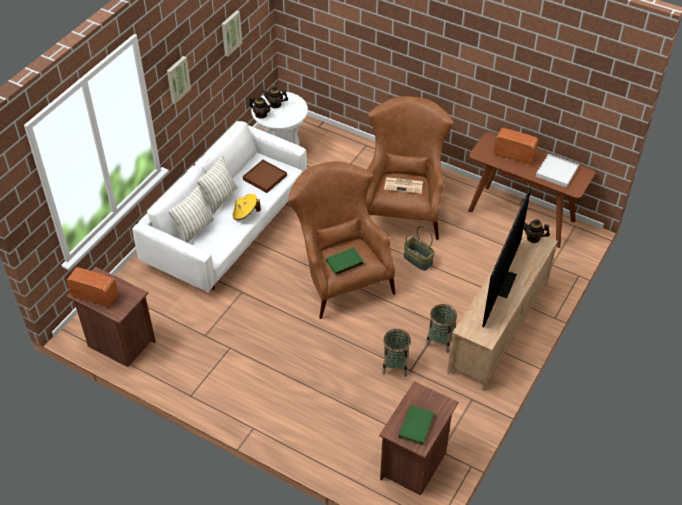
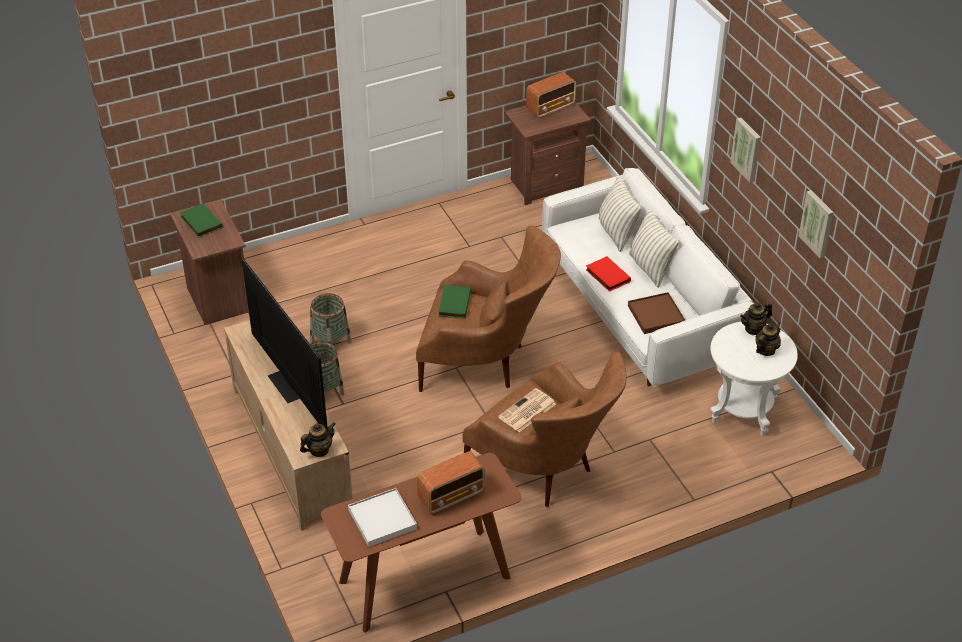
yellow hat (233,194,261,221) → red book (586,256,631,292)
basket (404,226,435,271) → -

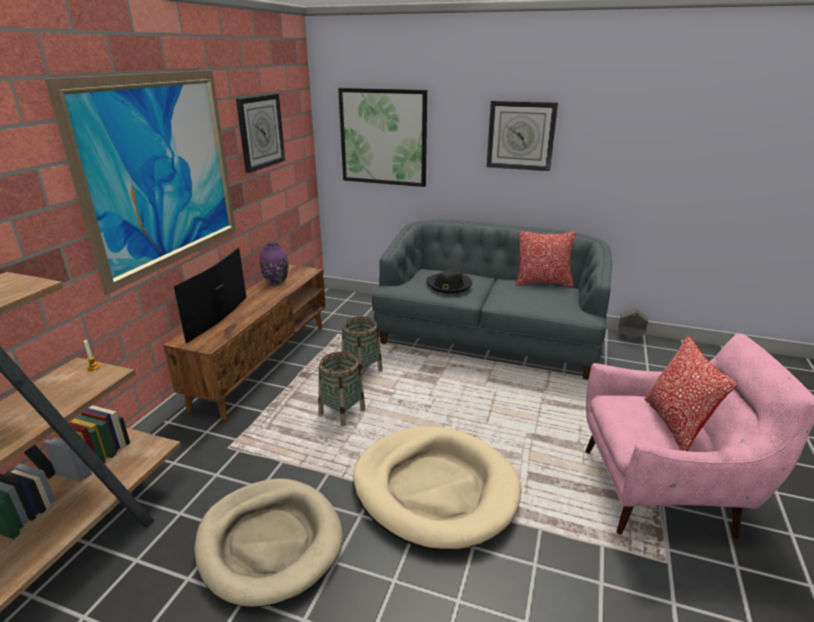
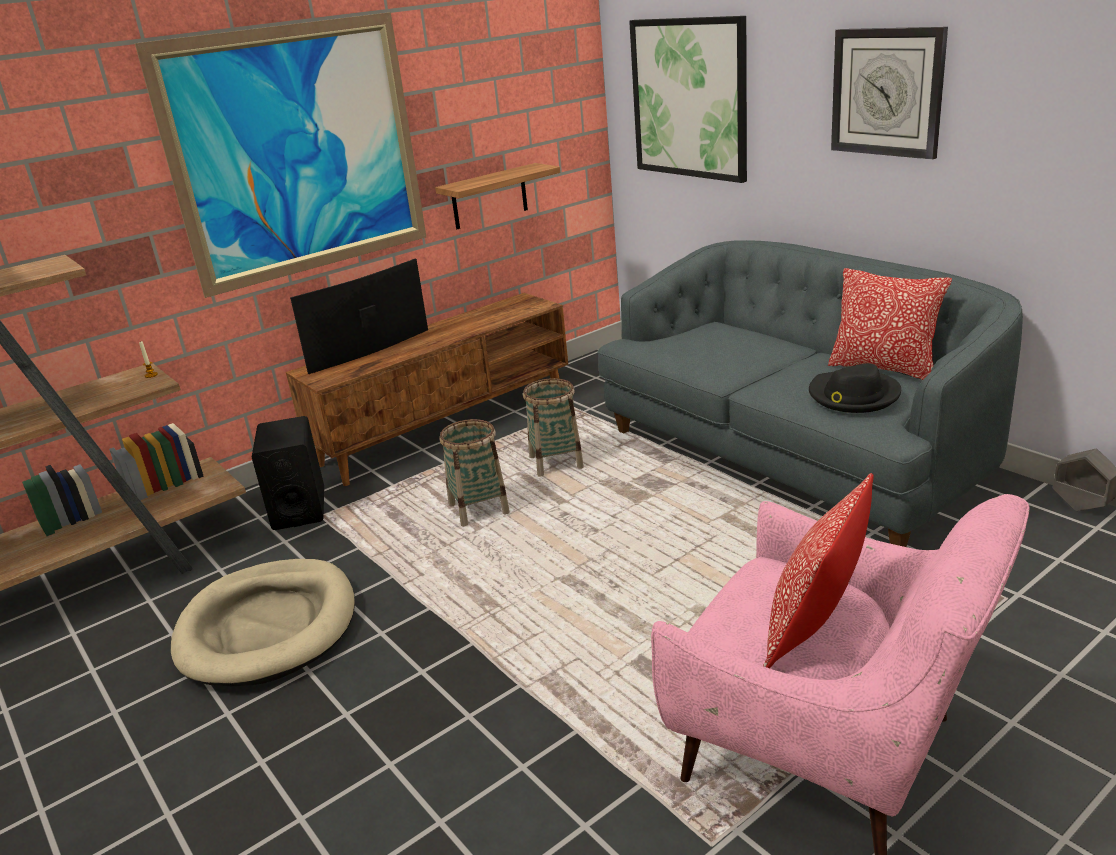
wall clock (236,94,285,173) → -
purple vase (260,243,289,284) → -
beige dog bed (353,426,521,550) → -
black hat (427,268,472,294) → black hat (809,363,901,413), moved
- → black speaker (252,416,324,530)
- → shelf (435,163,560,229)

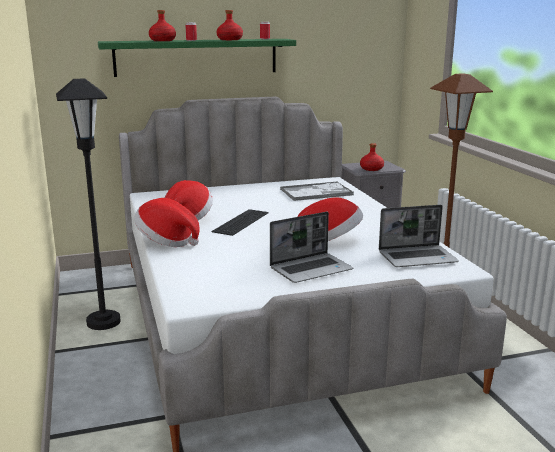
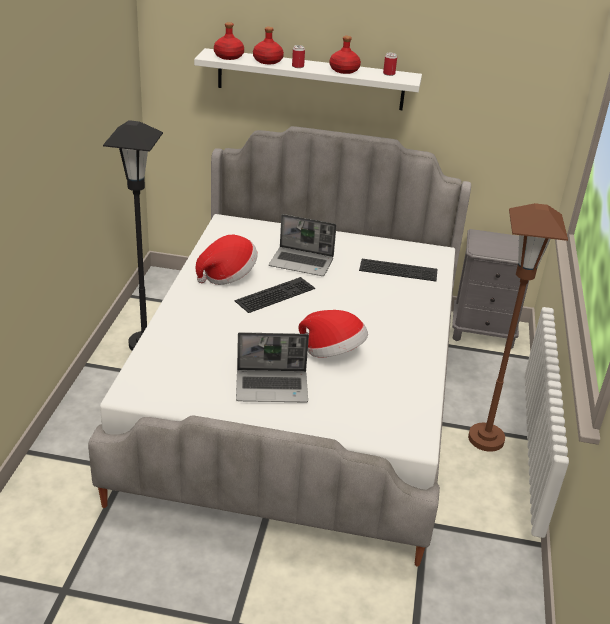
green shelf (98,39,296,77) → white shelf (194,48,422,110)
hat (134,198,200,247) → -
tray (280,181,354,201) → keyboard (359,259,437,281)
red bottle (360,143,384,171) → red bottle (214,22,244,60), moved
laptop (379,205,459,267) → laptop (269,214,337,276), moved

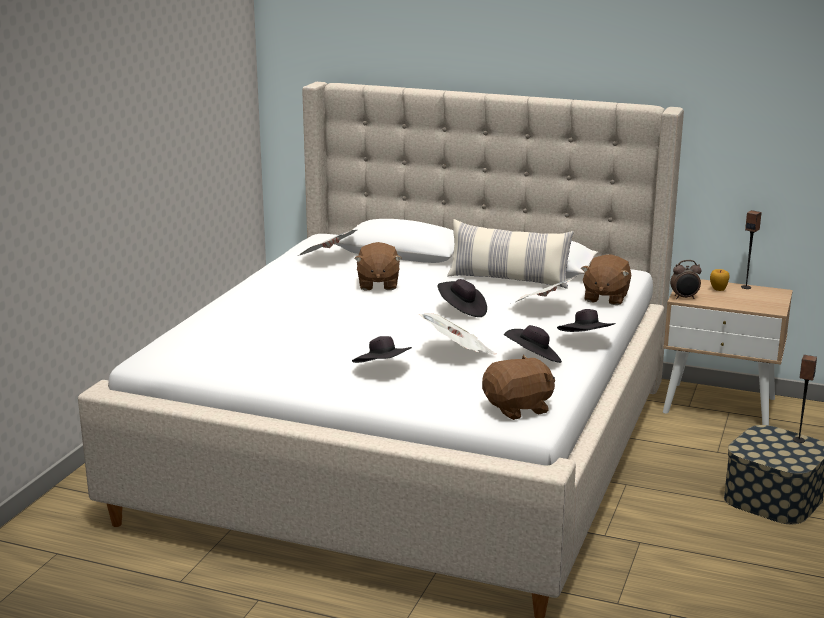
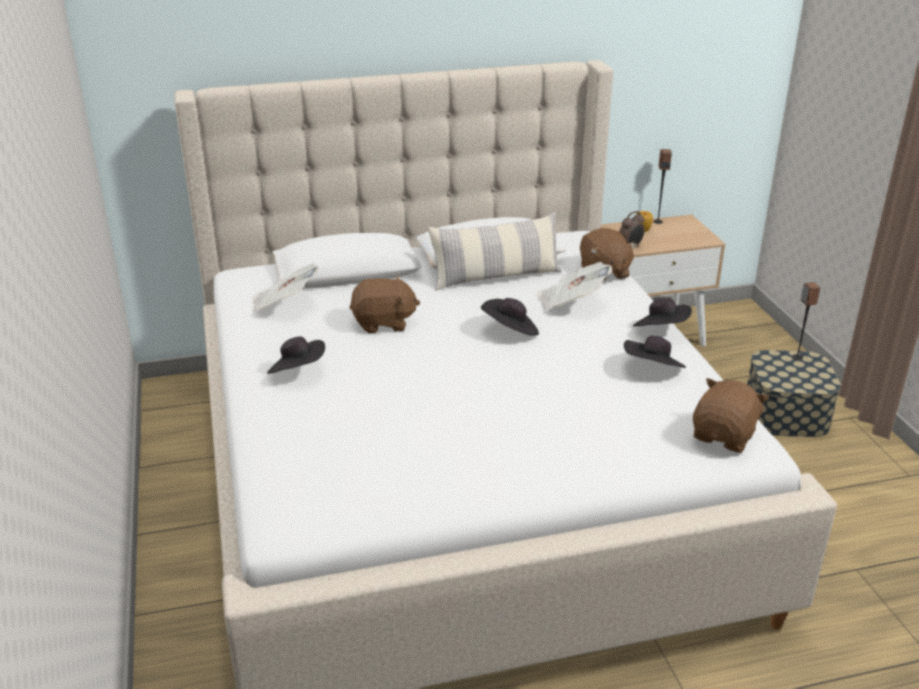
black hat (352,336,412,363) → black hat (267,336,325,374), moved
brown plush toy (354,242,402,290) → brown plush toy (349,275,420,333), 60 degrees counterclockwise
newspaper (419,313,496,354) → -

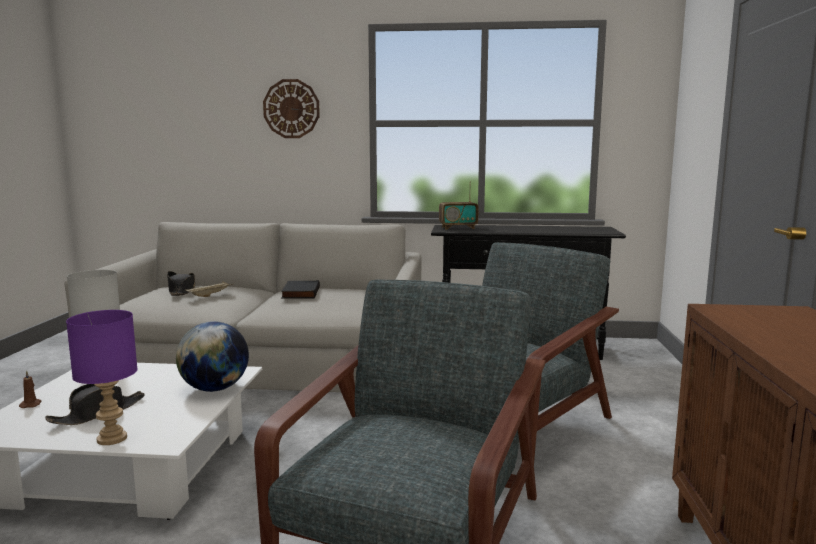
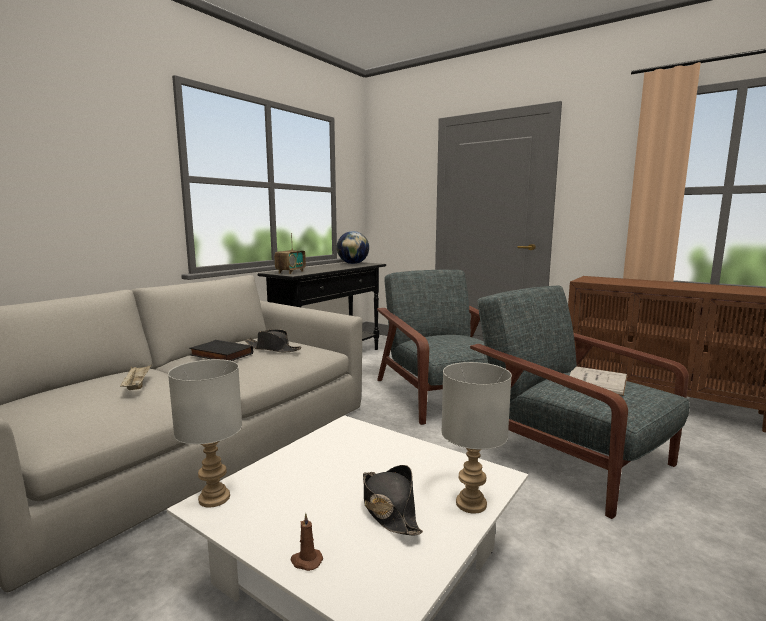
purple table lamp (66,310,138,445) → grey table lamp (441,362,512,514)
black hat (167,271,195,296) → black hat (245,329,302,353), moved
globe (176,321,249,392) → globe (337,231,369,264), moved
wall clock (263,79,320,138) → -
- → white book (570,366,627,396)

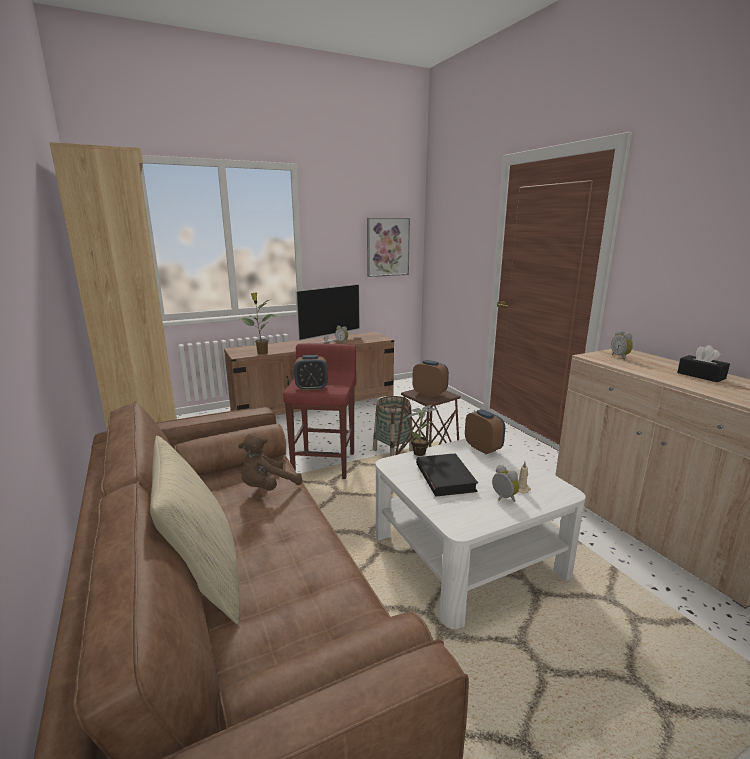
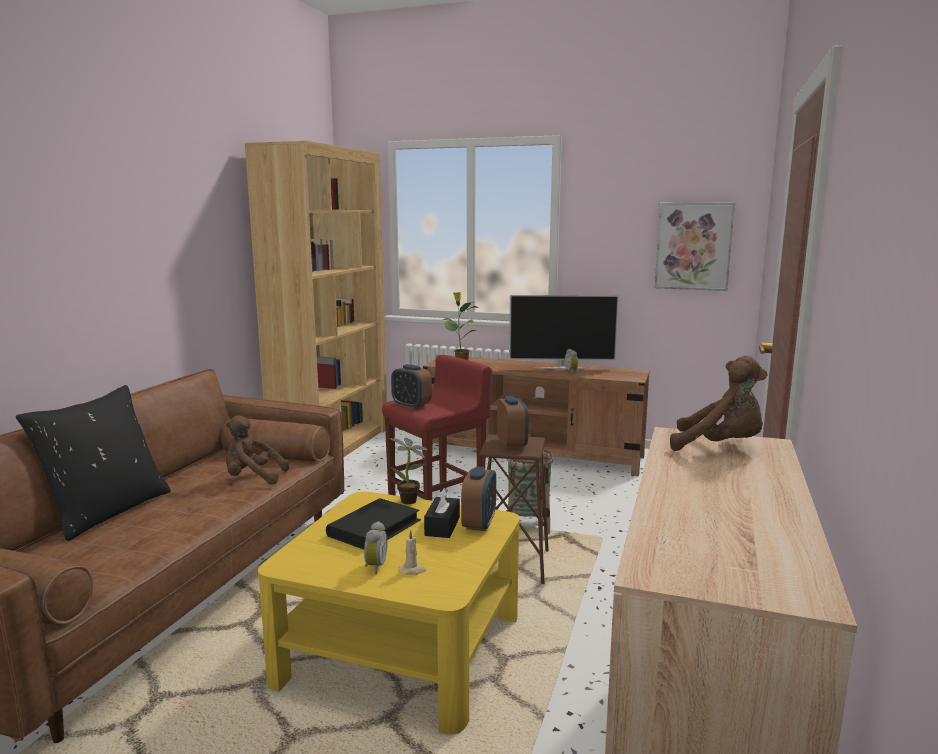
beige pillow (150,436,240,624) → black pillow (16,385,171,541)
white coffee table (375,439,586,629) → yellow coffee table (258,492,520,735)
alarm clock (611,330,633,359) → brown plush toy (670,356,768,451)
black tissue box (677,345,730,382) → black tissue box (424,488,460,538), moved

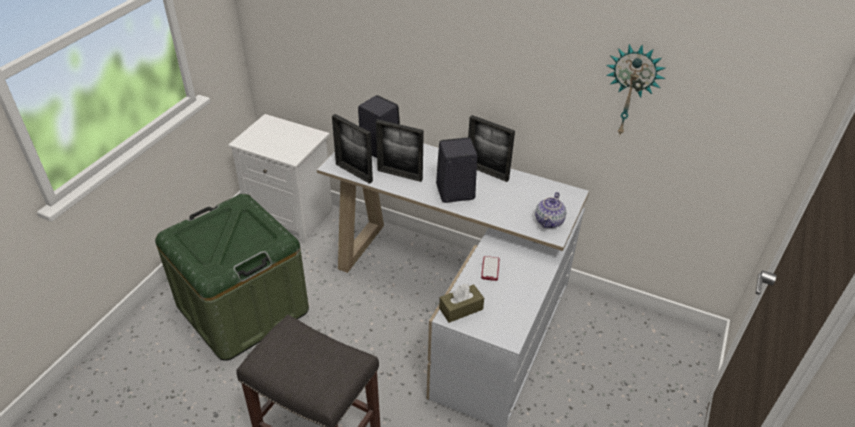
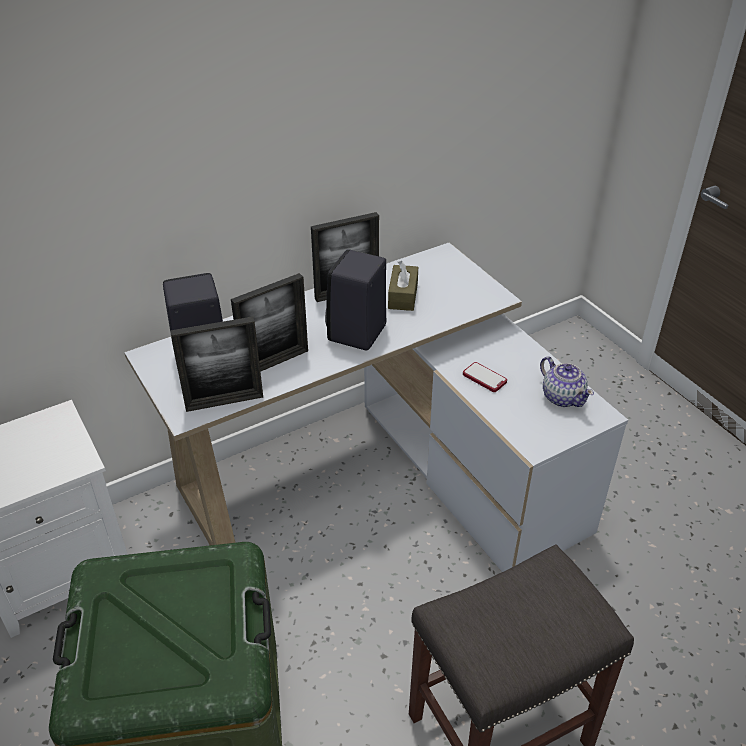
brown tissue box (439,284,484,323) → brown tissue box (388,261,418,311), moved
teapot (535,192,567,228) → teapot (540,356,594,407), moved
wall clock (606,44,665,136) → -

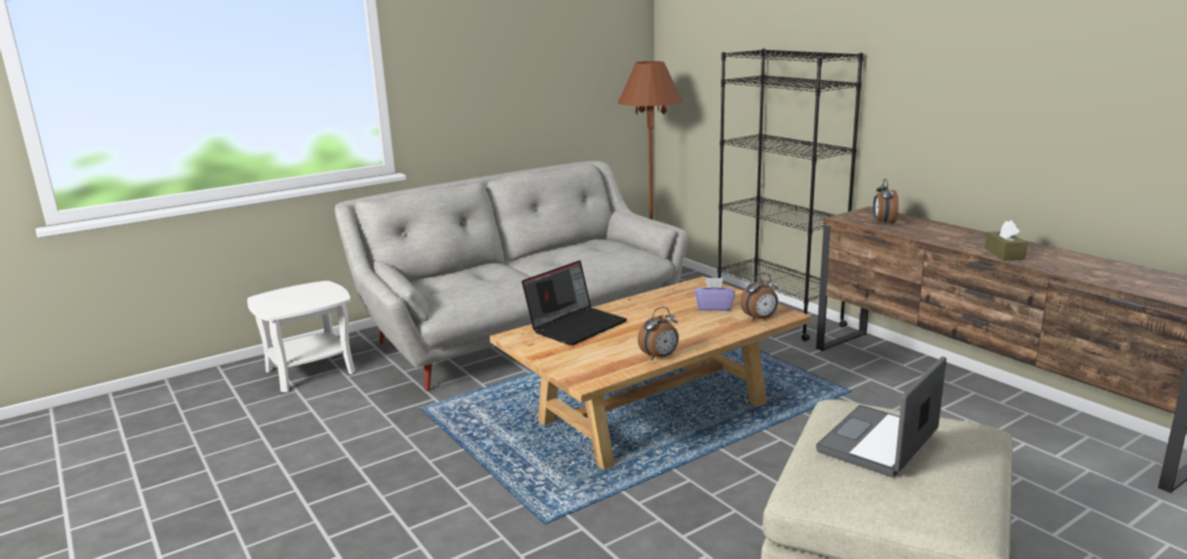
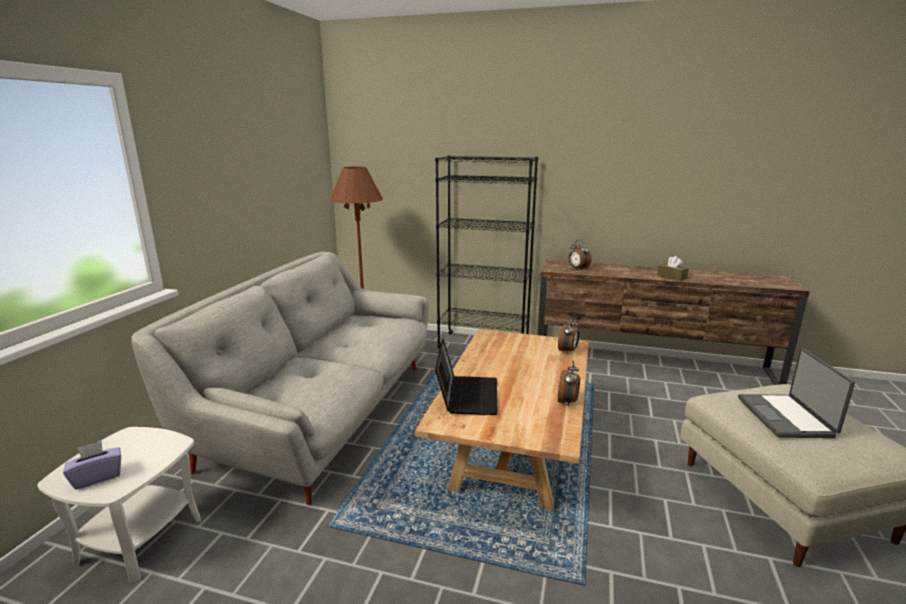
purple tissue box (694,278,735,311) → purple tissue box (63,441,121,489), moved

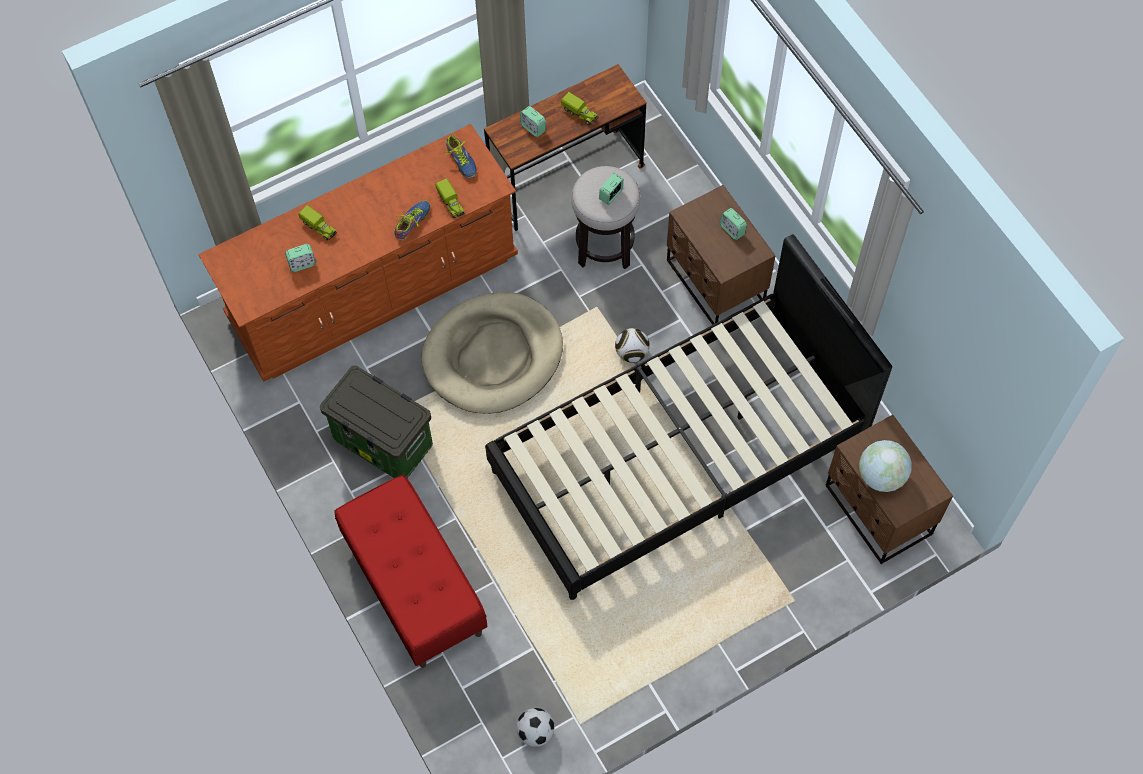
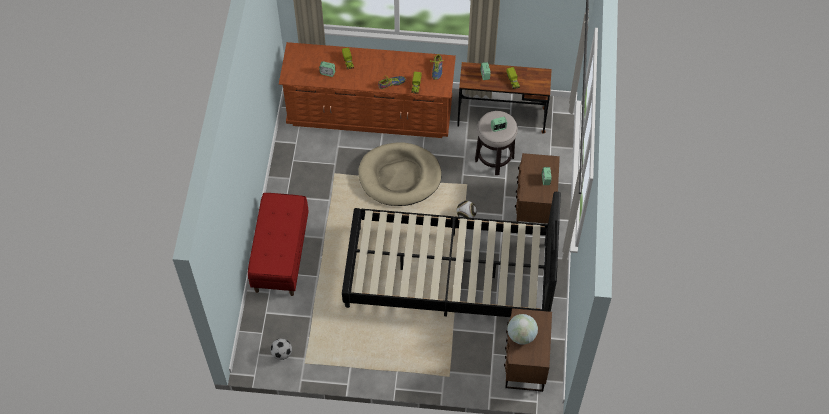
storage box (320,365,433,478) → -

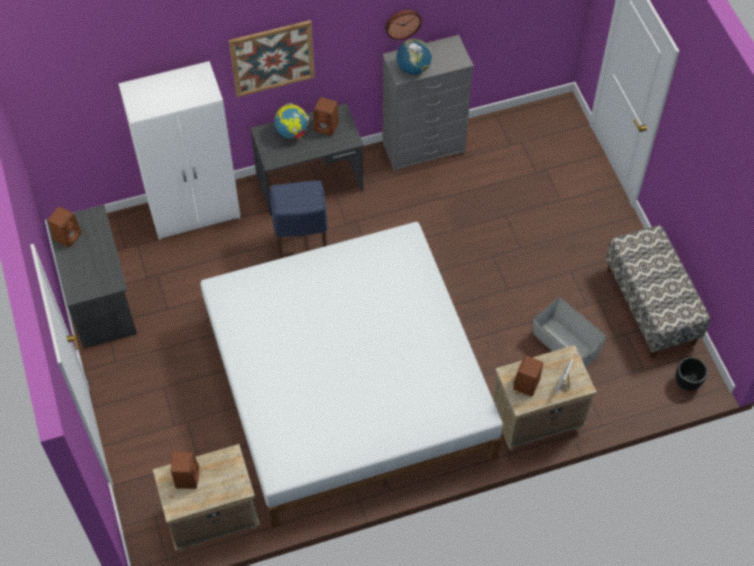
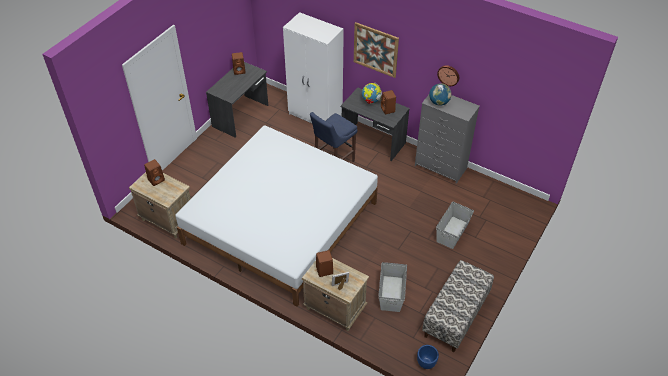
black planter (676,357,708,391) → blue planter (417,345,439,369)
- → grey storage box (436,202,474,249)

